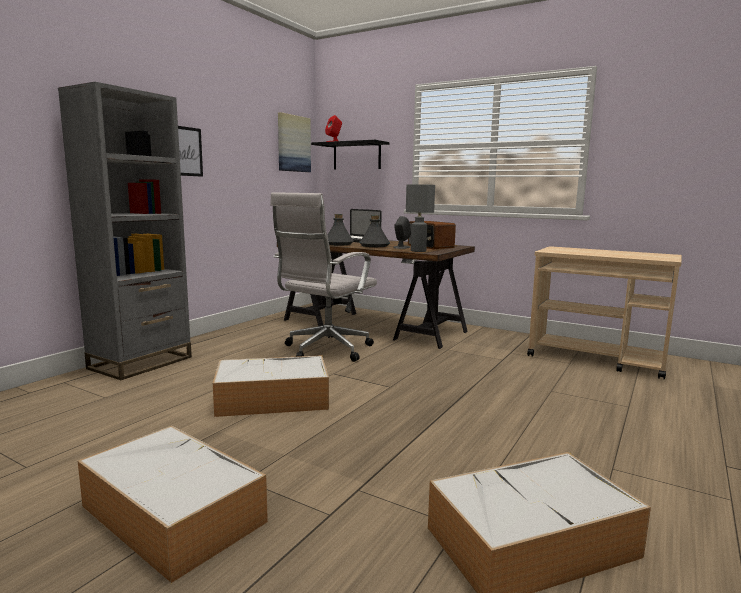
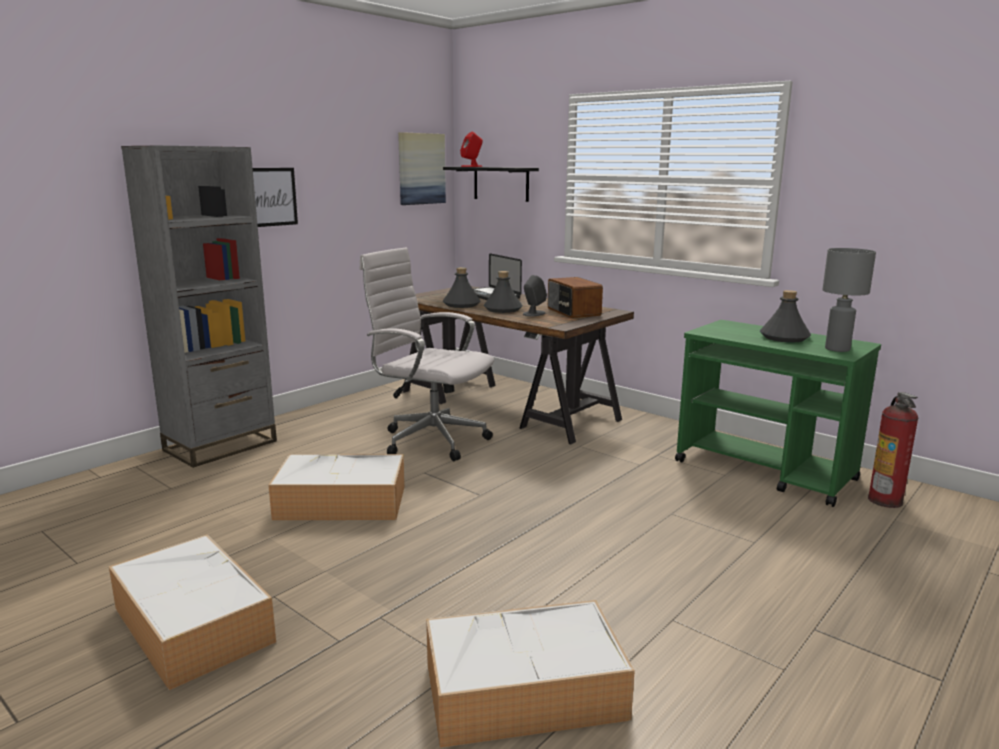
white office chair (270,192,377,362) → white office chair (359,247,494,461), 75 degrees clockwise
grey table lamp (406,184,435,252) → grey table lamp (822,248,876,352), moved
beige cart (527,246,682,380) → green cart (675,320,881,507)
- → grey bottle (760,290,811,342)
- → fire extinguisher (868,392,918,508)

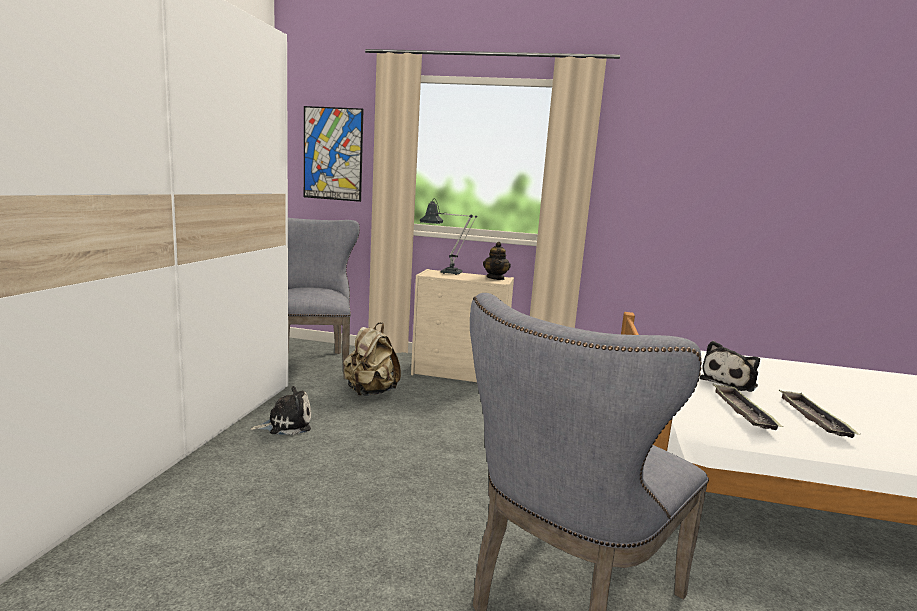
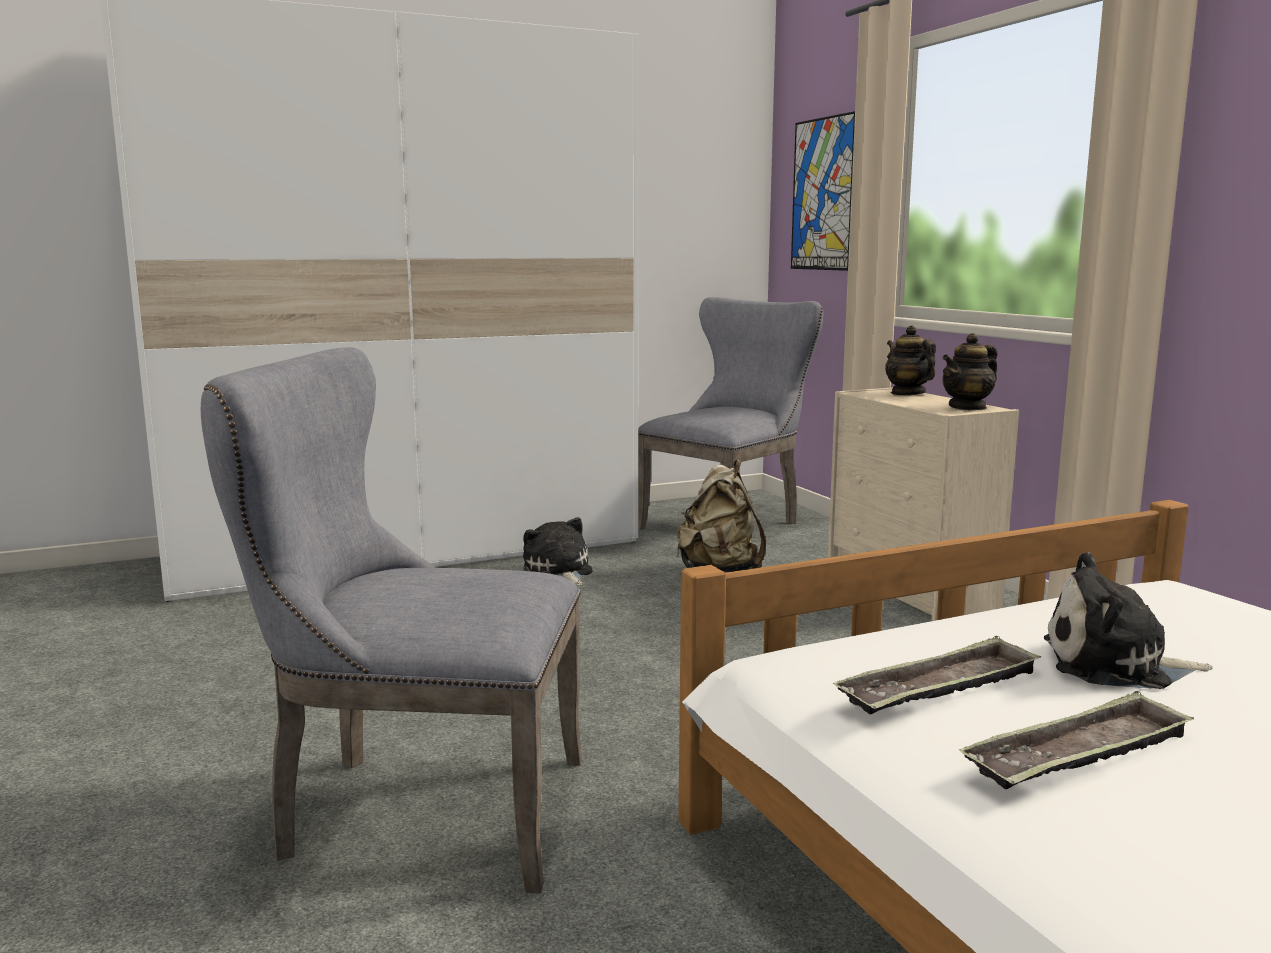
plush toy (250,386,311,435) → plush toy (523,517,592,586), 150 degrees counterclockwise
table lamp (420,198,477,275) → teapot (885,326,936,395)

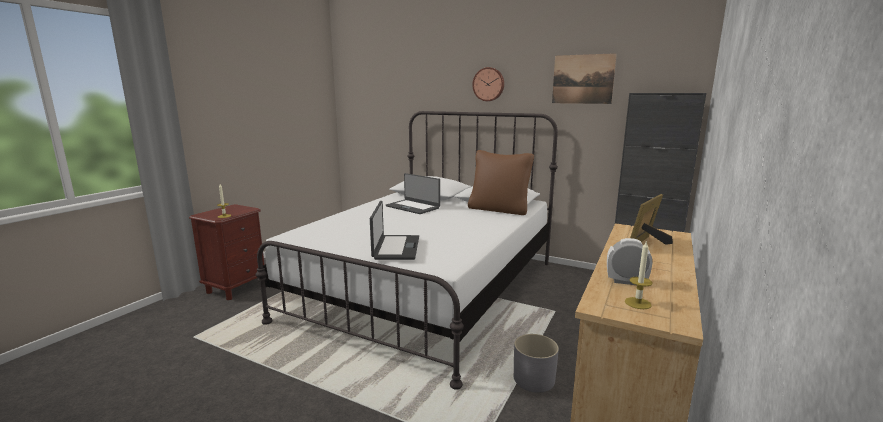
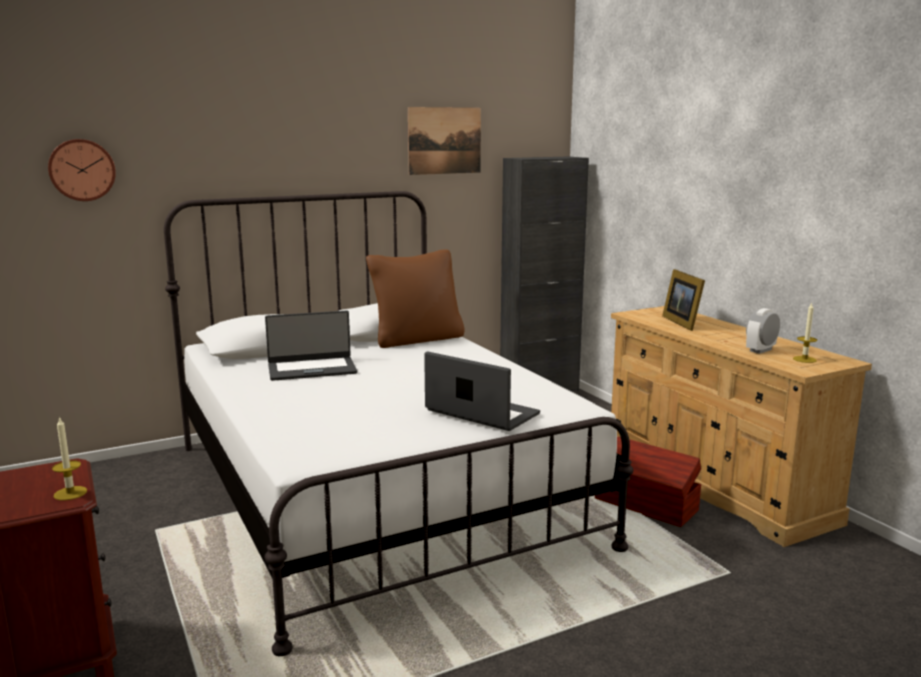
wall clock (472,67,504,101) → wall clock (48,139,116,201), moved
grey planter (514,334,559,393) → brown storage box (595,436,701,527)

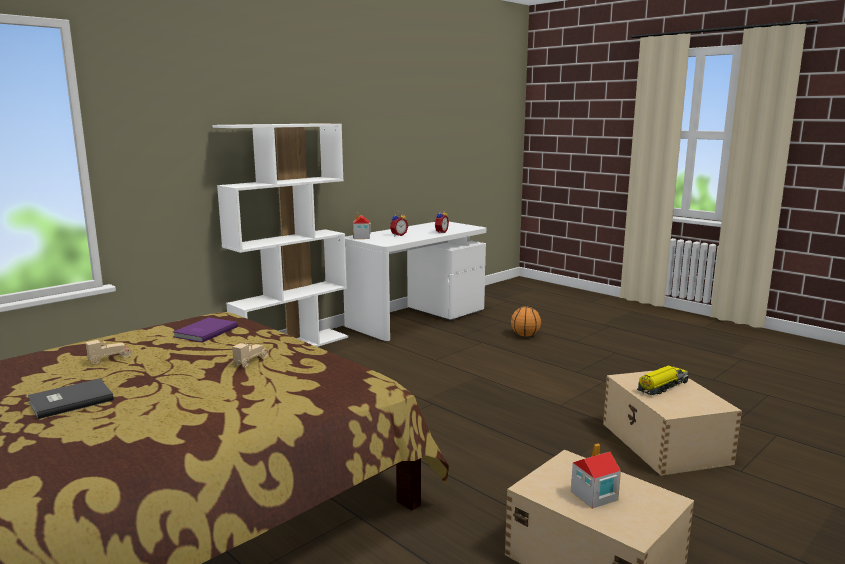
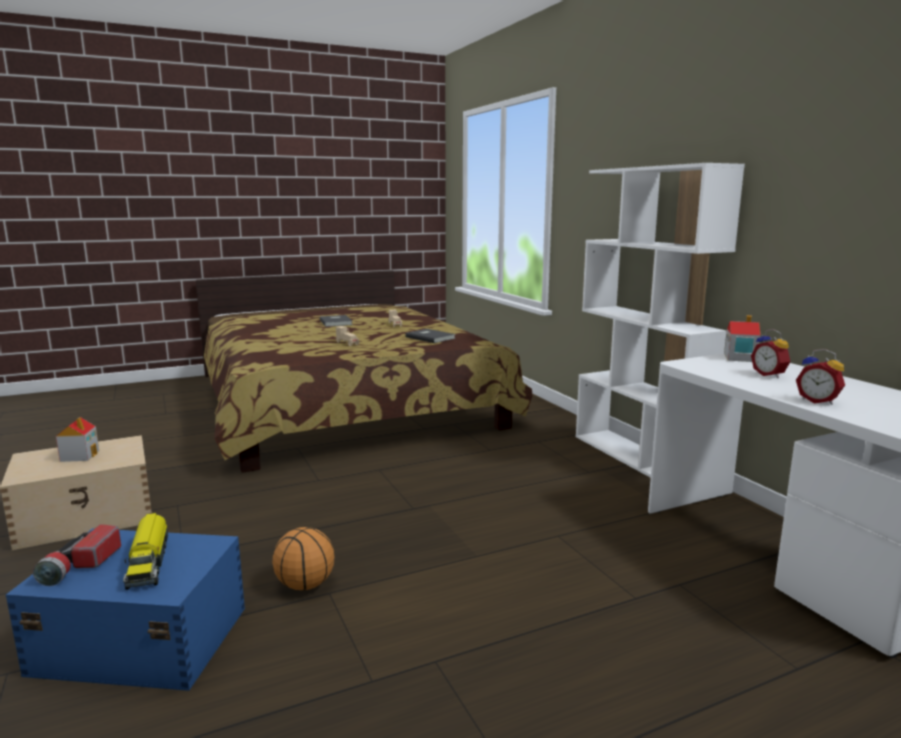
purple book (173,317,238,343) → grey book (405,329,456,343)
basketball (511,306,541,337) → basketball (272,527,335,590), moved
beige storage box (603,370,742,476) → blue storage box (6,528,245,691)
- → flashlight (33,524,121,586)

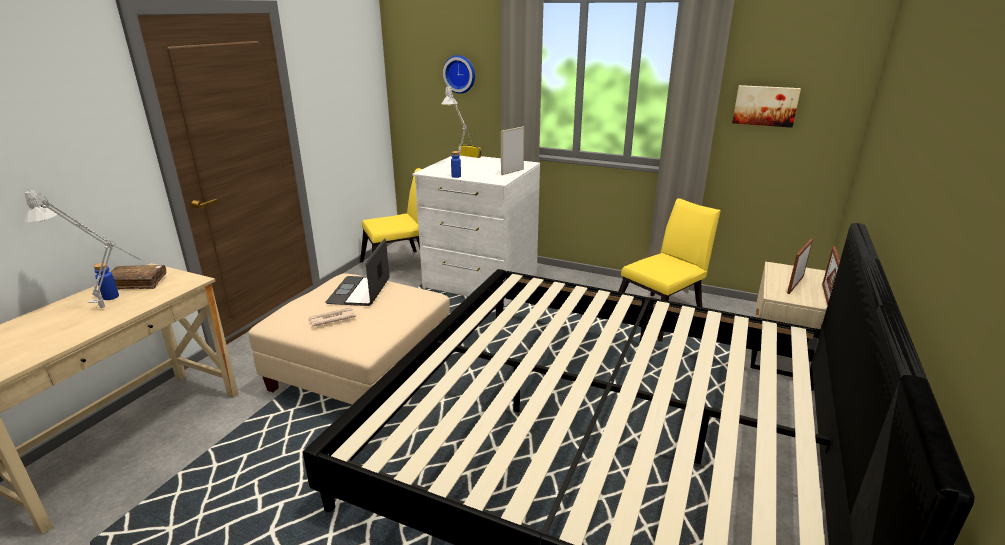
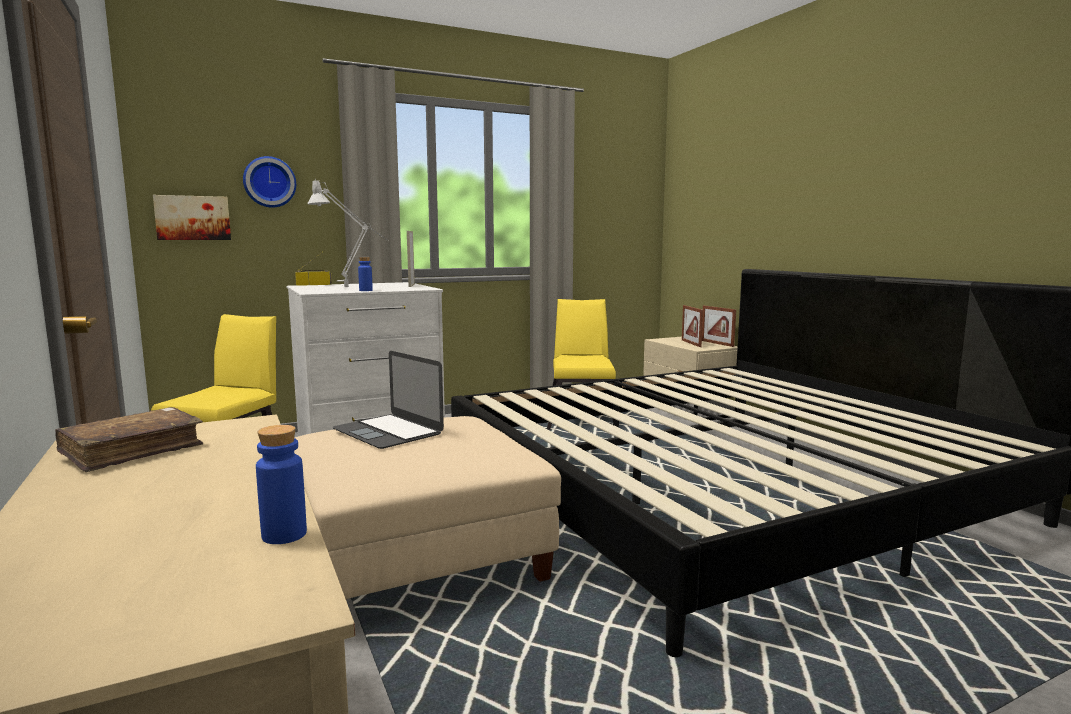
grey table lamp (24,189,142,308) → -
blue bottle (94,263,119,300) → blue bottle (256,425,307,544), moved
newspaper (308,307,356,326) → -
picture (732,85,801,128) → picture (153,195,231,240), moved

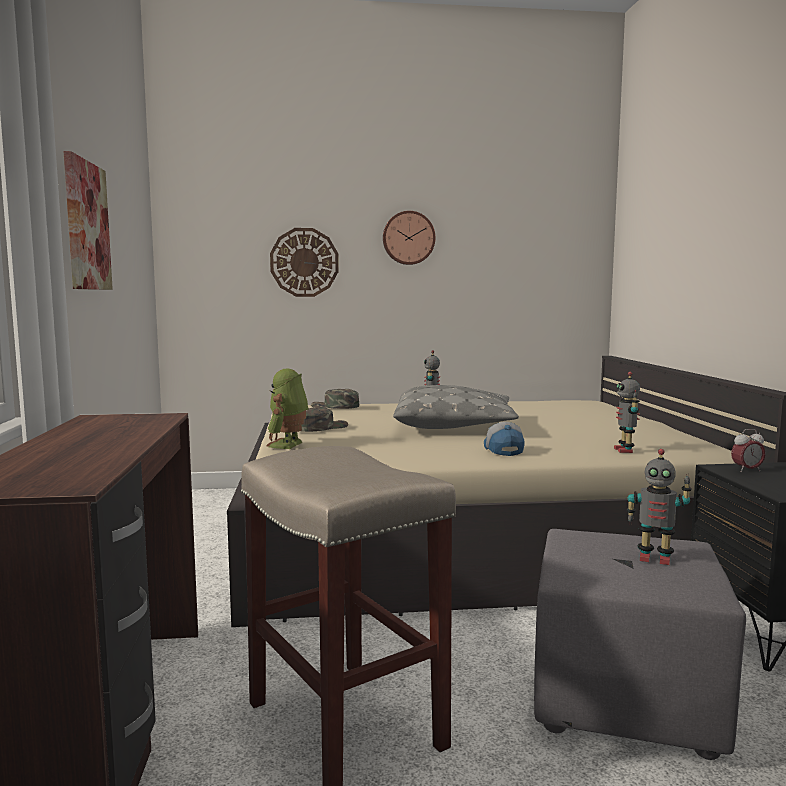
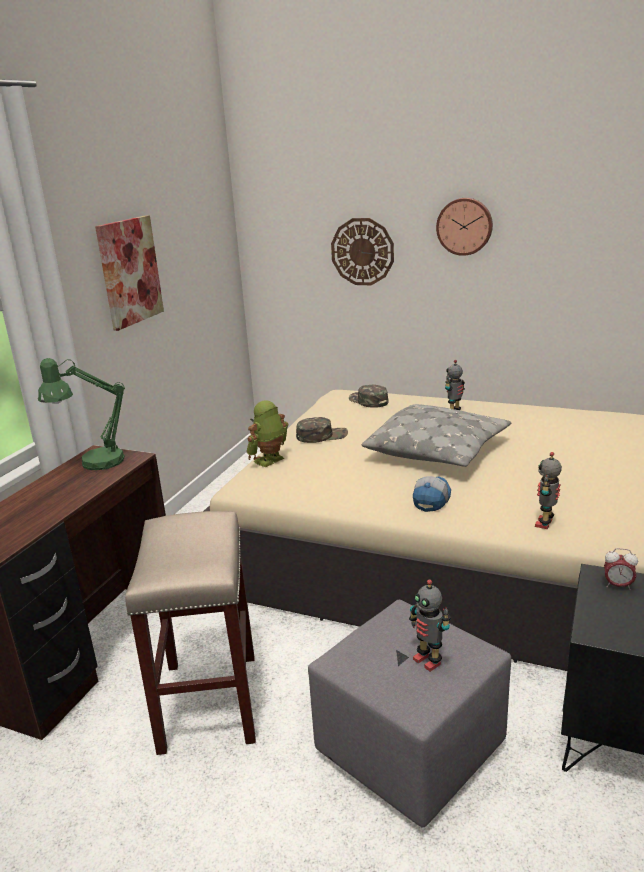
- → green table lamp (38,358,125,470)

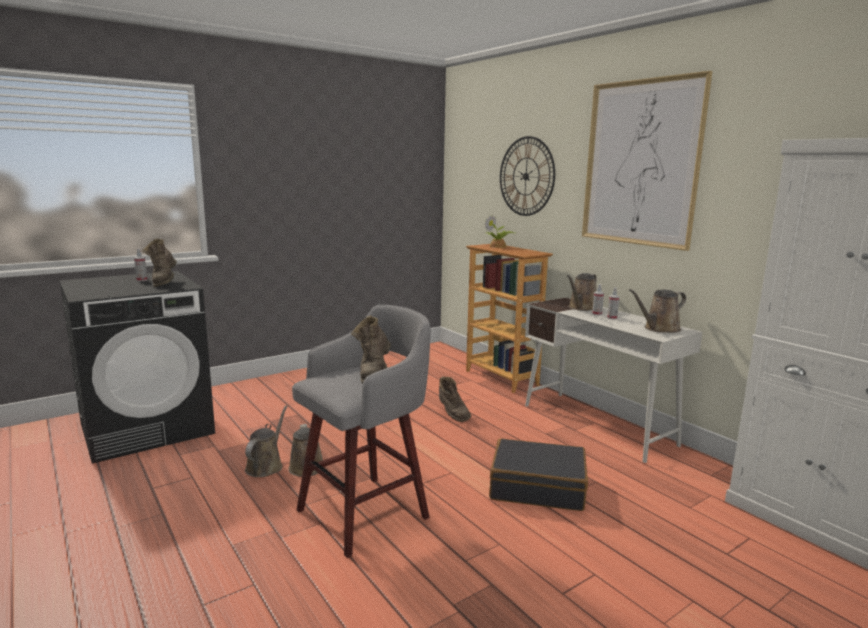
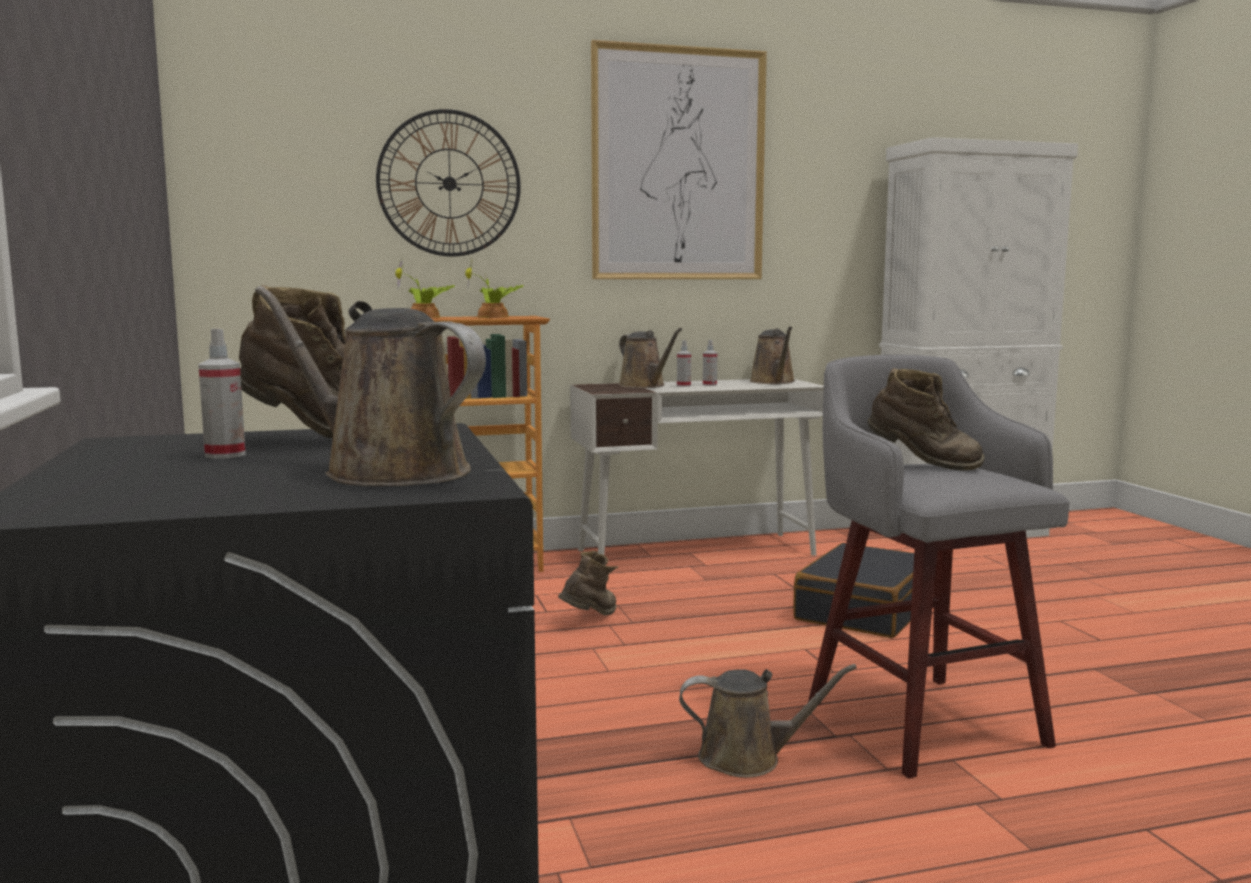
brown watering can (245,405,288,477) → brown watering can (255,286,486,486), moved
brown boot (439,376,471,422) → brown boot (558,551,618,616), 45 degrees counterclockwise
- → potted plant (465,257,524,318)

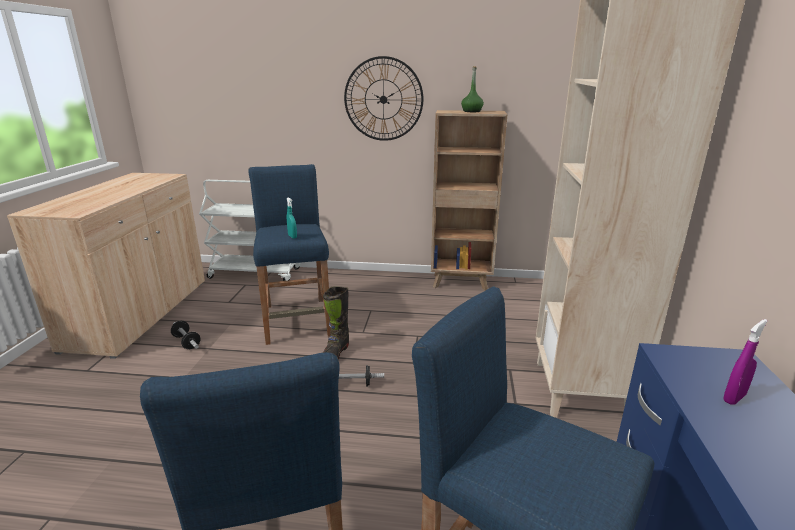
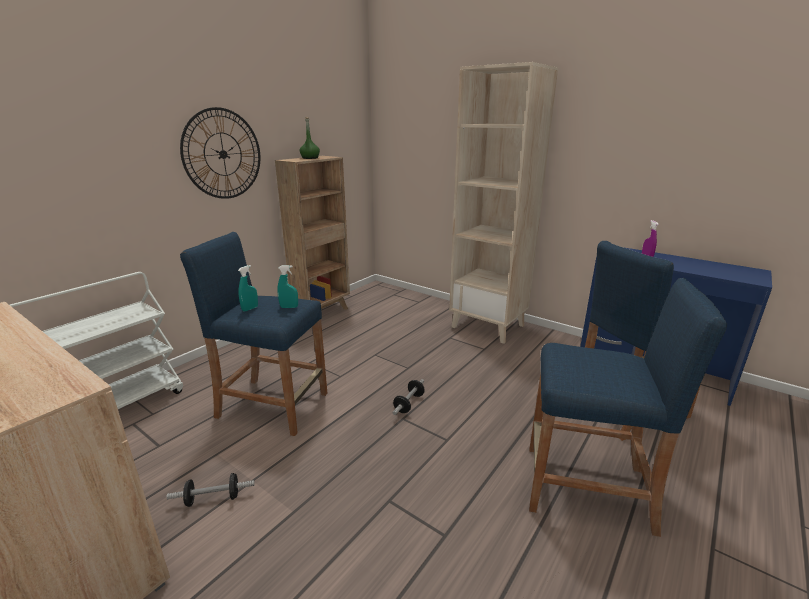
black boot (322,286,349,359) → -
- → turquoise spray bottle (238,265,258,312)

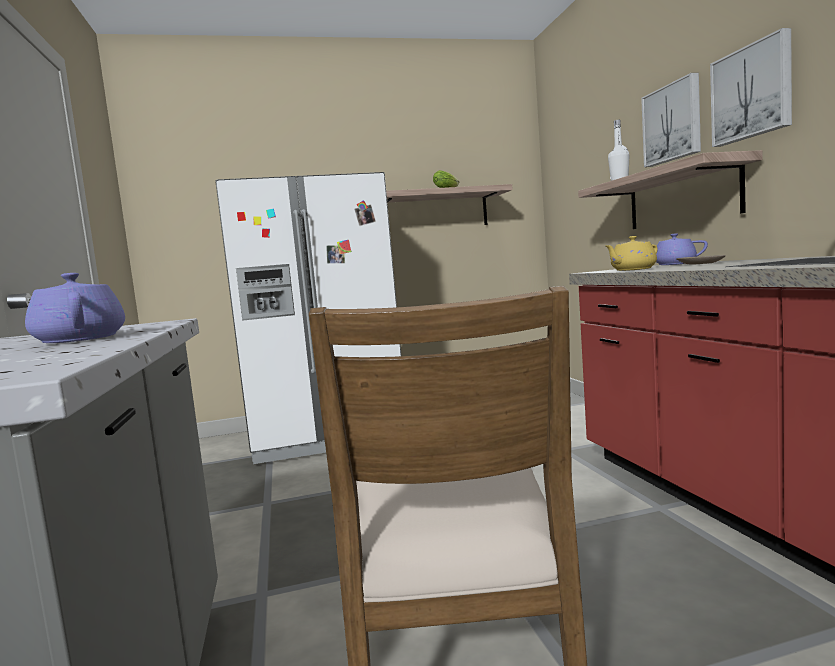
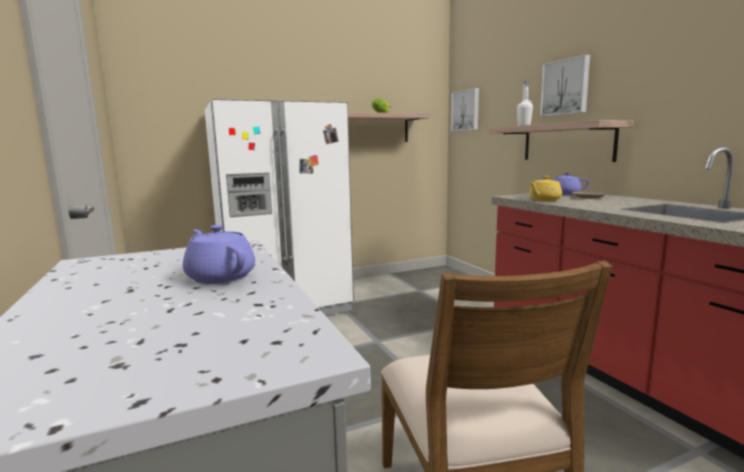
picture (710,28,792,147) → picture (451,88,479,131), moved

